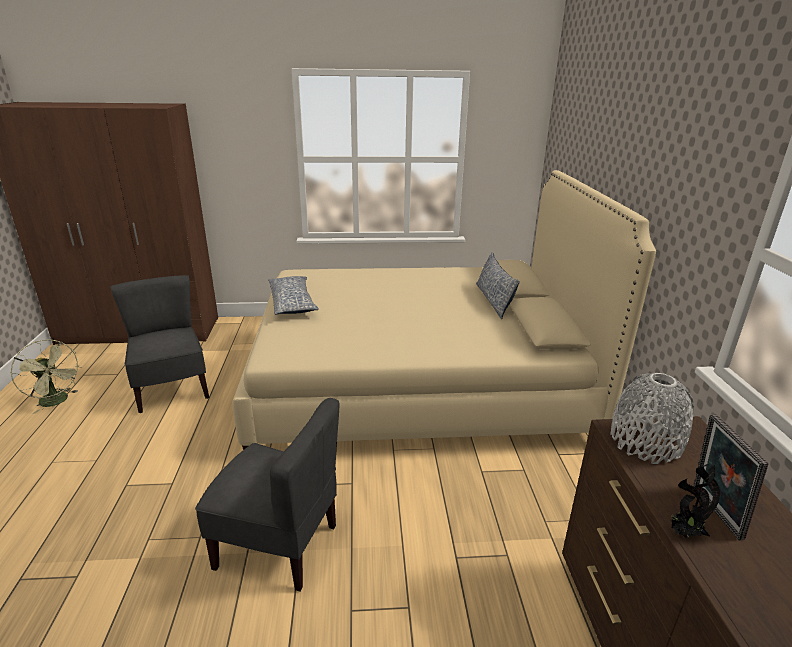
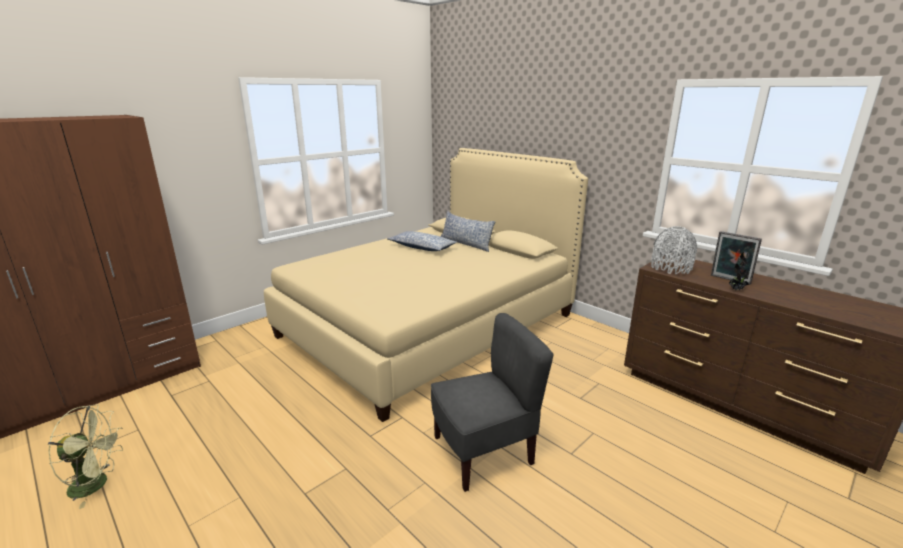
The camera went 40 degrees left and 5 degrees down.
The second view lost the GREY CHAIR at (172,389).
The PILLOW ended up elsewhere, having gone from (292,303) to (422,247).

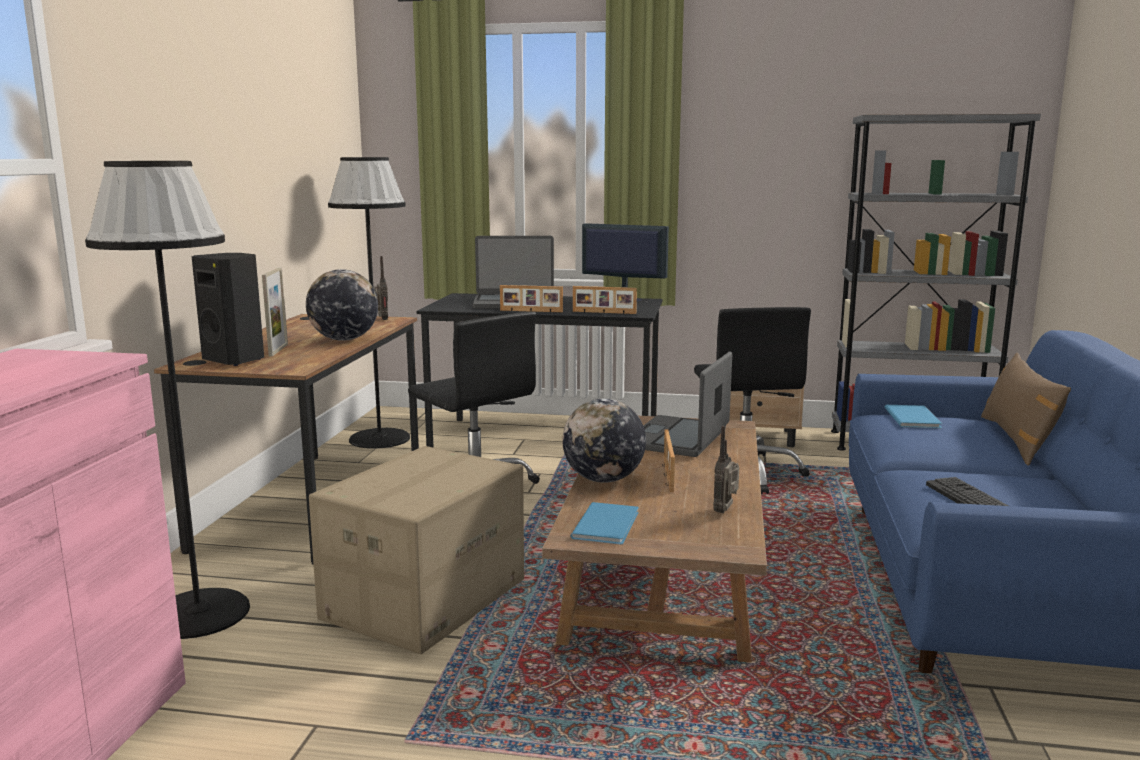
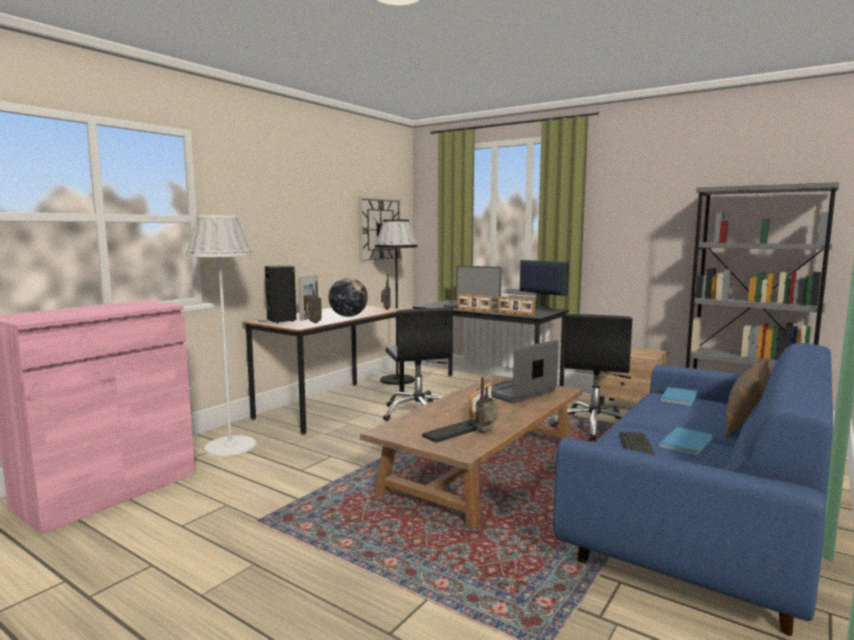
The camera went 25 degrees right and 5 degrees down.
The second view lost the CARDBOARD BOX at (424,598).
The second view lost the GLOBE at (603,480).
The second view gained the RADIO at (313,322).
The second view gained the WALL CLOCK at (379,230).
The second view gained the KEYBOARD at (454,431).
The BLUE BOOK ended up elsewhere, having gone from (608,524) to (688,442).
What was the BLACK FLOOR LAMP at (198,613) turned into the WHITE FLOOR LAMP at (230,446).

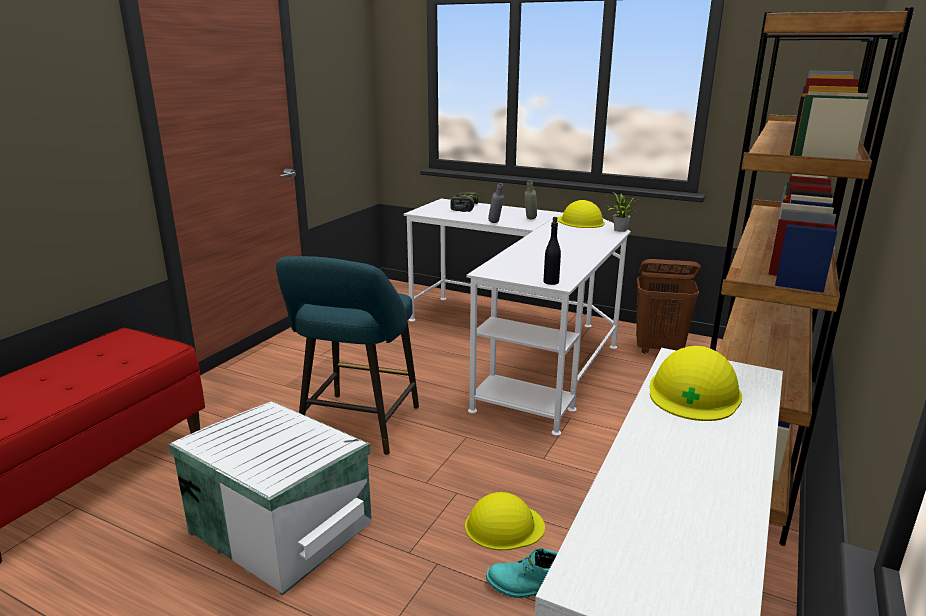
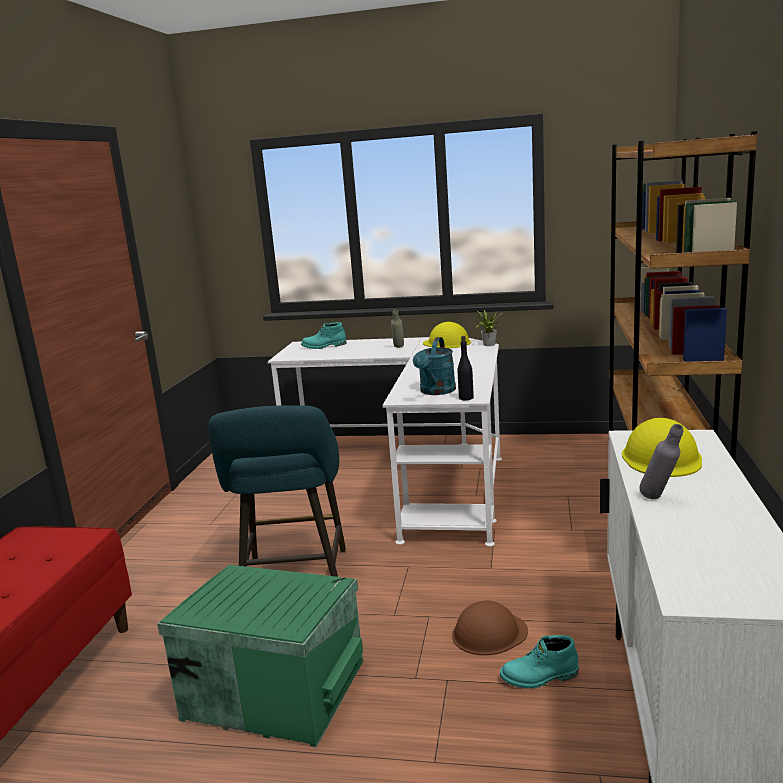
The camera went 15 degrees left and 5 degrees down.
The second view lost the BROWN LAUNDRY BASKET at (659,349).
The second view gained the TURQUOISE WATERING CAN at (436,392).
The GREY BOTTLE ended up elsewhere, having gone from (495,223) to (659,499).
Where the POWER DRILL stood at (464,207), the TURQUOISE BOOT came to stand at (324,346).
What was the WHITE STORAGE BOX at (282,525) turned into the GREEN STORAGE BOX at (274,688).
What was the YELLOW HARD HAT at (504,526) turned into the BROWN HARD HAT at (489,633).

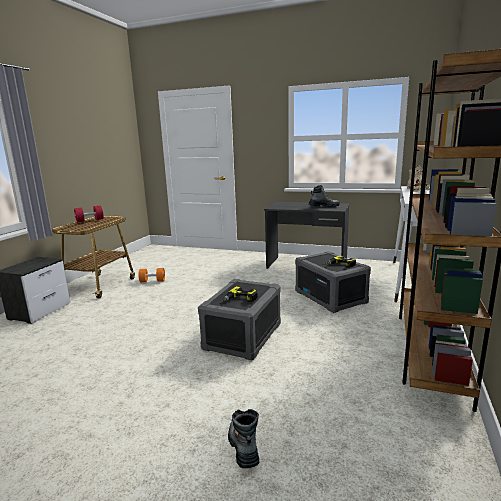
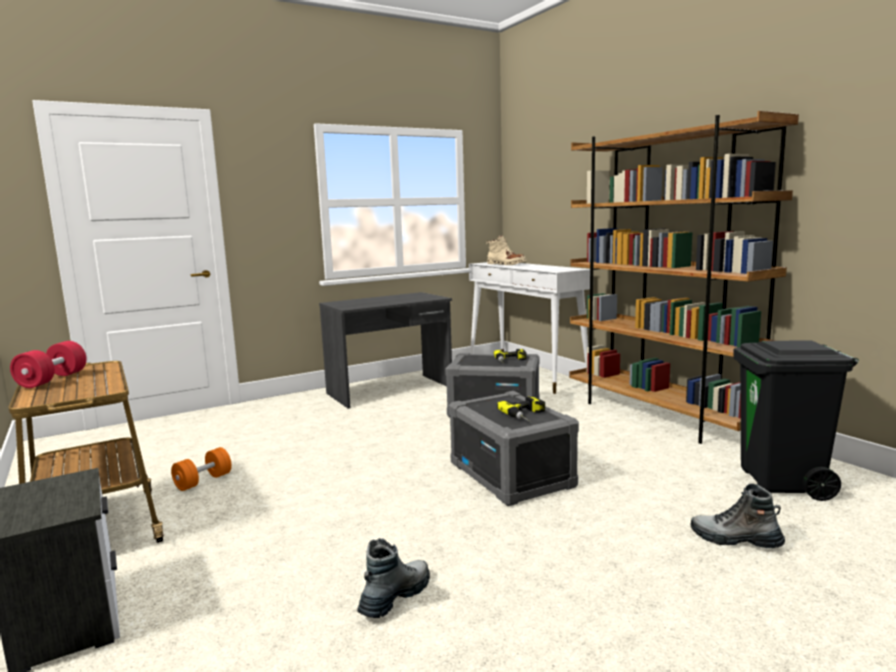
The camera went 50 degrees left and 5 degrees down.
The second view gained the BLACK TRASH CAN at (782,482).
The BOOT ended up elsewhere, having gone from (323,207) to (395,597).

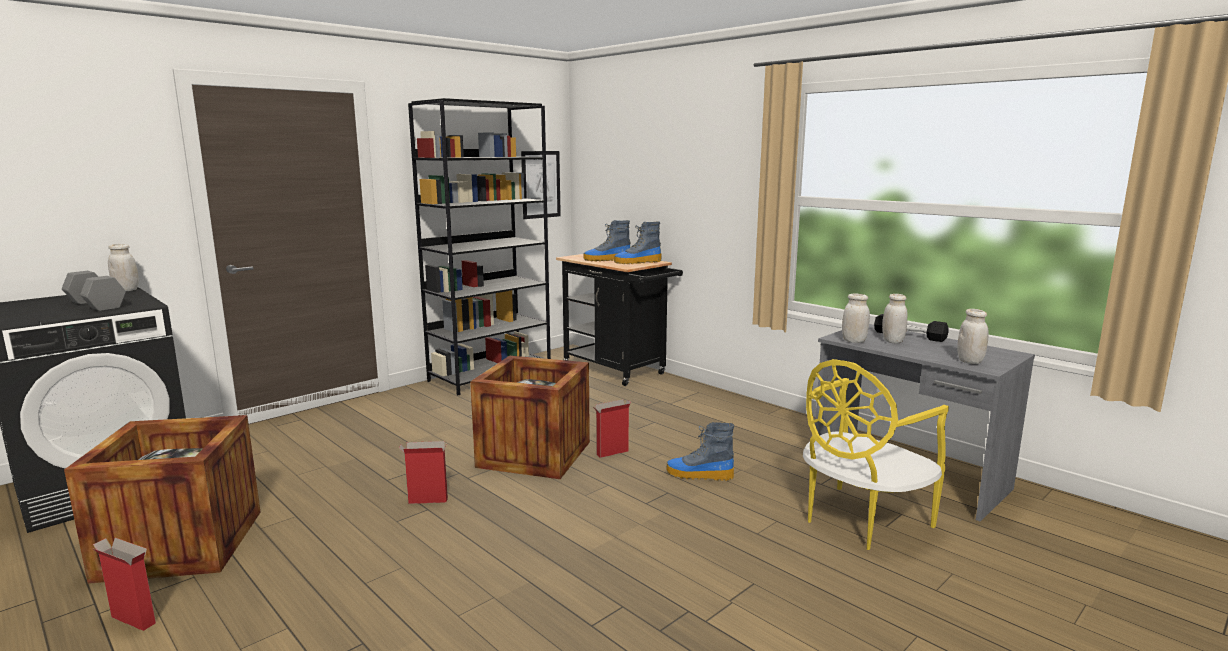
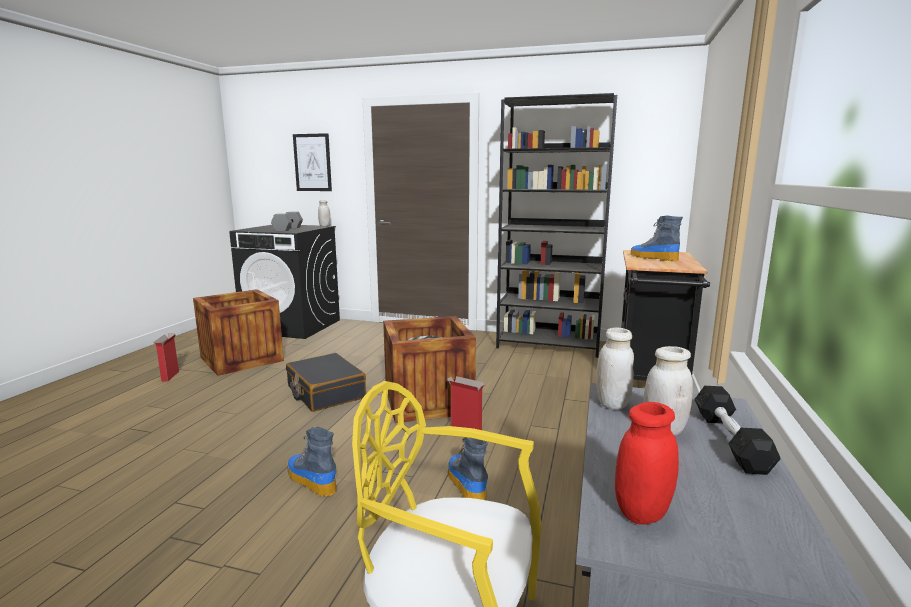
The camera went 60 degrees right and 0 degrees up.
The PICTURE ended up elsewhere, having gone from (541,184) to (312,162).
The BOOT ended up elsewhere, having gone from (637,262) to (310,480).
Where the CARDBOARD BOX stood at (427,500), the BLACK SUITCASE came to stand at (325,392).
What was the WHITE JAR at (970,361) turned into the RED JAR at (642,512).

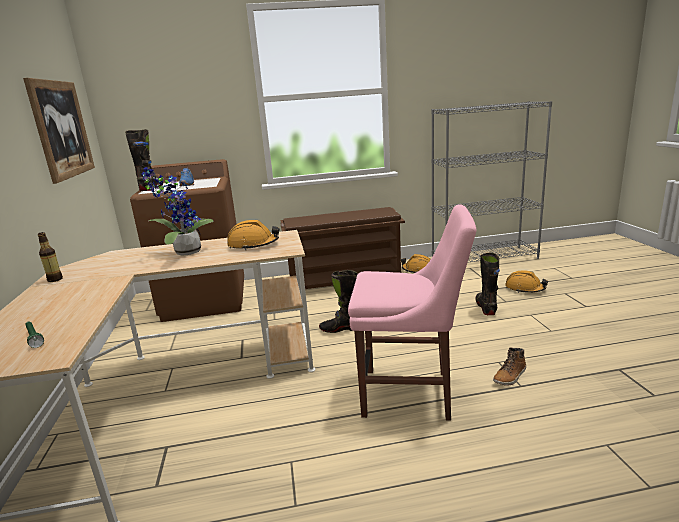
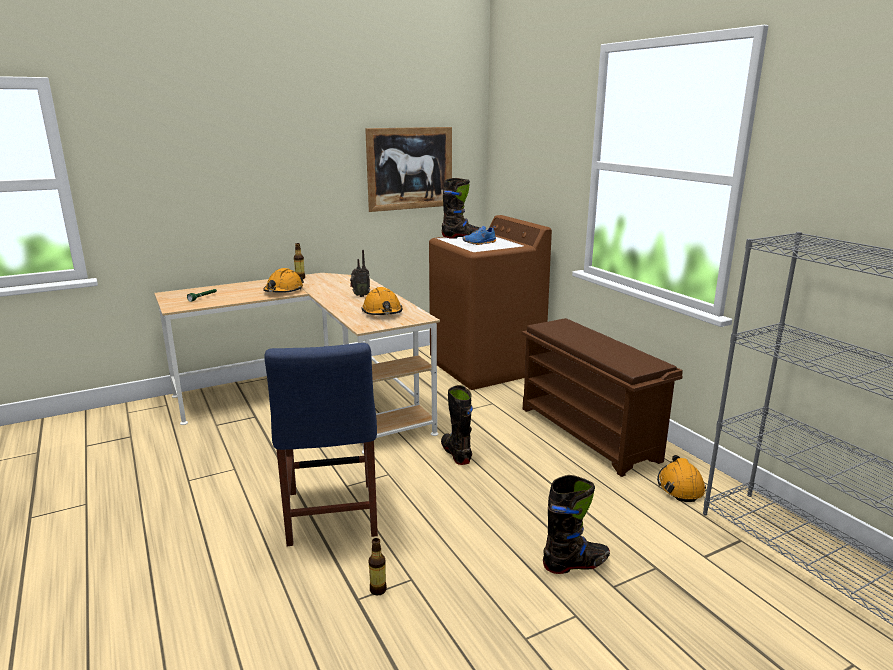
The camera went 70 degrees right and 0 degrees up.
The ORANGE HARD HAT ended up elsewhere, having gone from (525,289) to (283,291).
Where the POTTED PLANT stood at (184,252), the RADIO came to stand at (360,295).
Where the BOOT stood at (510,376), the BOTTLE came to stand at (378,590).
What was the PINK CHAIR at (412,394) turned into the BLUE CHAIR at (331,517).

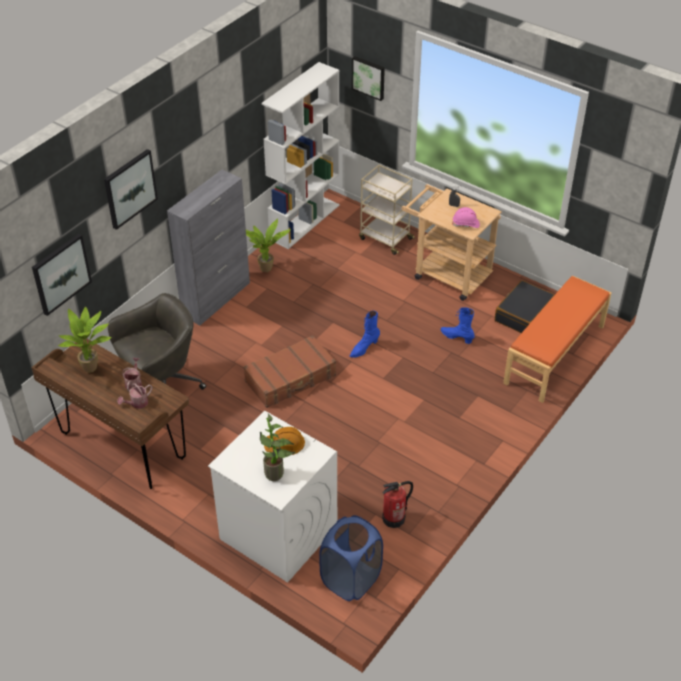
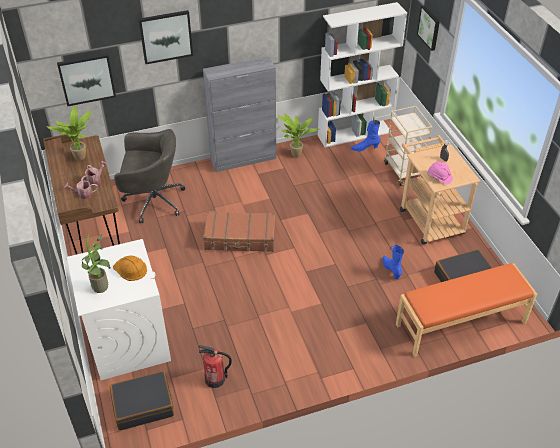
The camera went 35 degrees right and 0 degrees up.
The BLUE BOOT ended up elsewhere, having gone from (364,348) to (365,148).
Where the BLUE LAUNDRY BASKET stood at (351,579), the BLACK SUITCASE came to stand at (143,405).

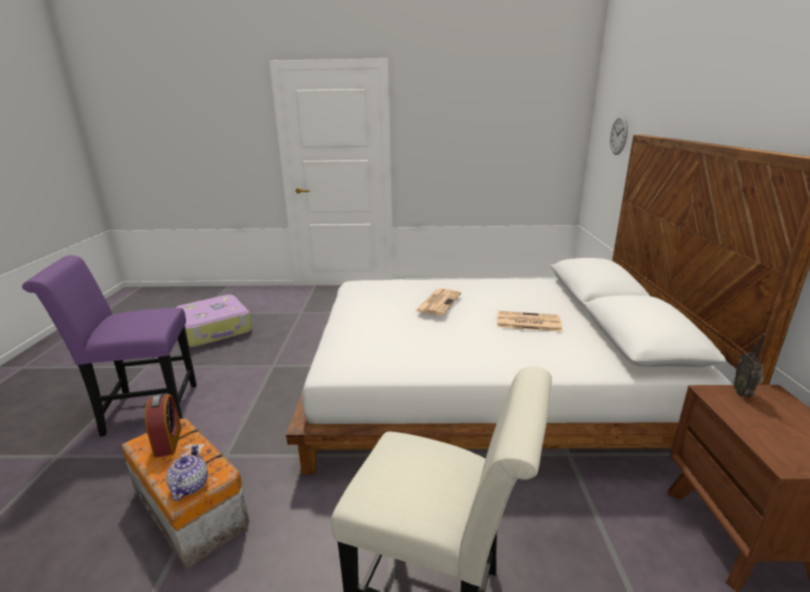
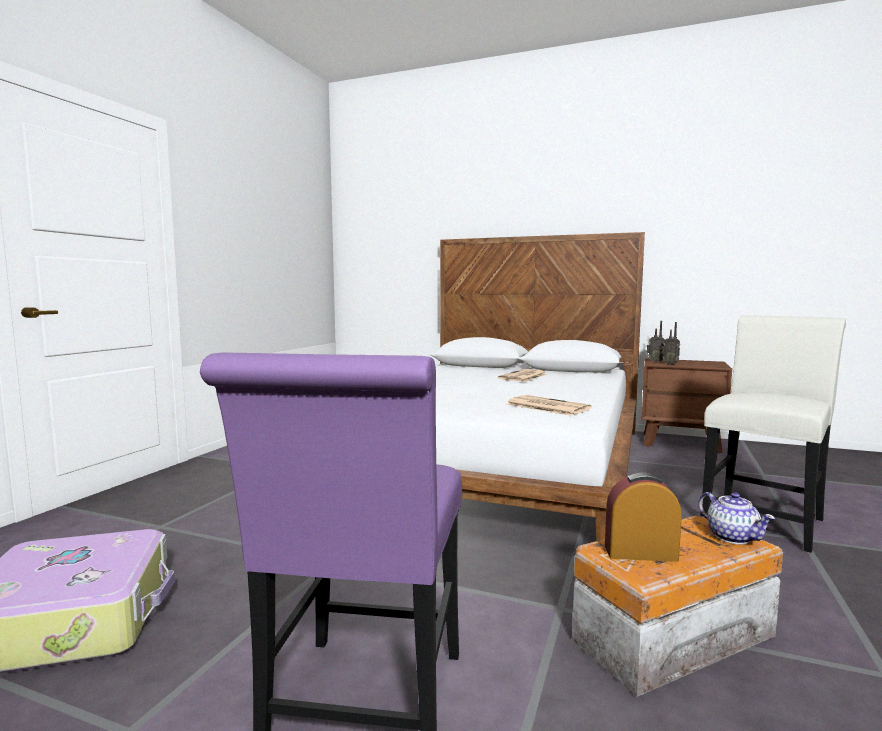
The camera went 70 degrees left and 15 degrees down.
The second view lost the WALL CLOCK at (619,135).
The second view gained the RADIO at (670,364).
The NEWSPAPER ended up elsewhere, having gone from (438,302) to (546,406).
The TEAPOT at (189,486) ended up facing another way, 135 degrees counterclockwise from before.

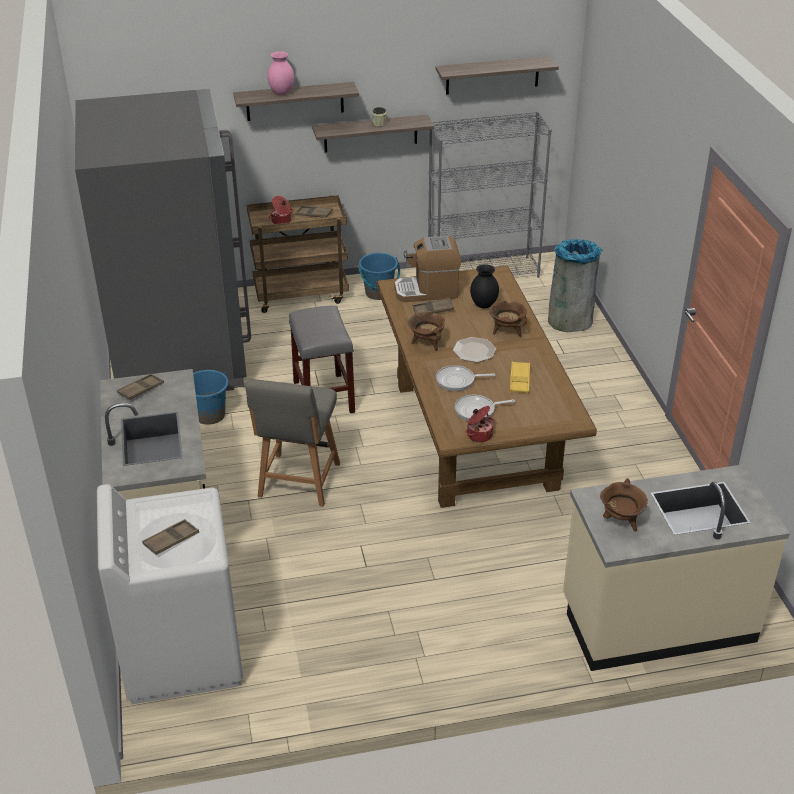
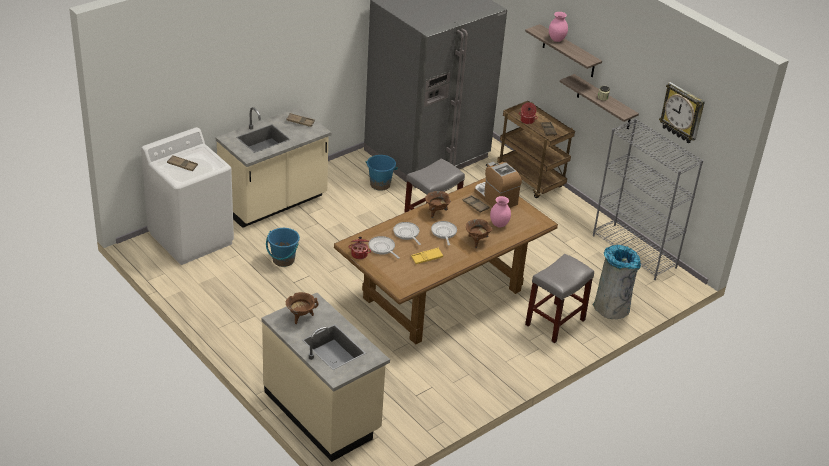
The camera went 60 degrees right and 0 degrees up.
The second view lost the GREY CHAIR at (298,482).
The second view gained the GREY STOOL at (555,323).
The BLUE BUCKET ended up elsewhere, having gone from (378,293) to (283,260).
Where the SHELF hung at (492,75), the WALL CLOCK came to hang at (682,113).
Where the PLATE stood at (474,351), the FRYING PAN came to stand at (444,233).
What was the BLACK VASE at (483,305) turned into the PINK VASE at (499,224).

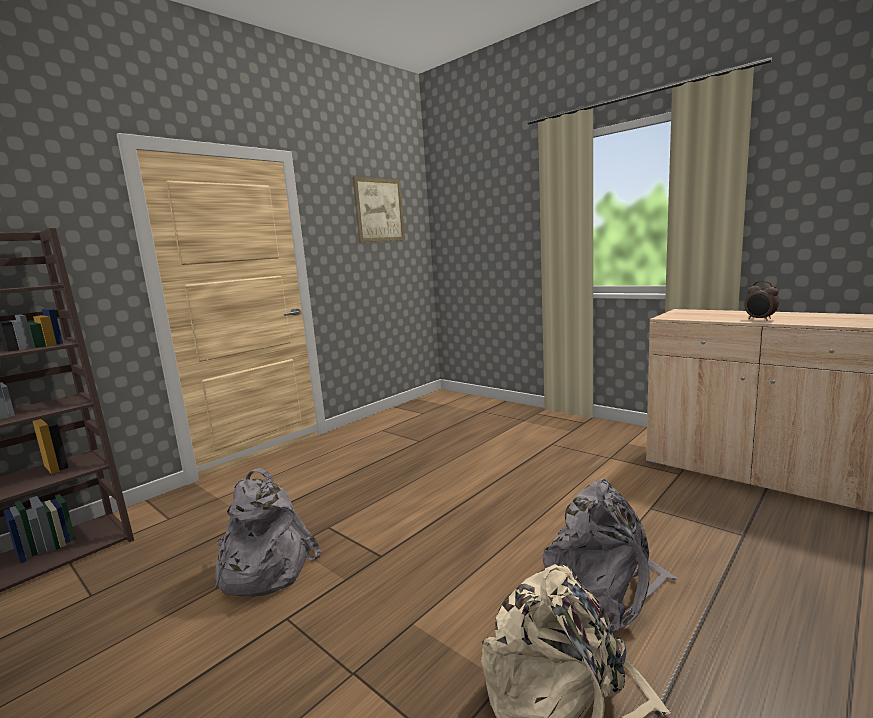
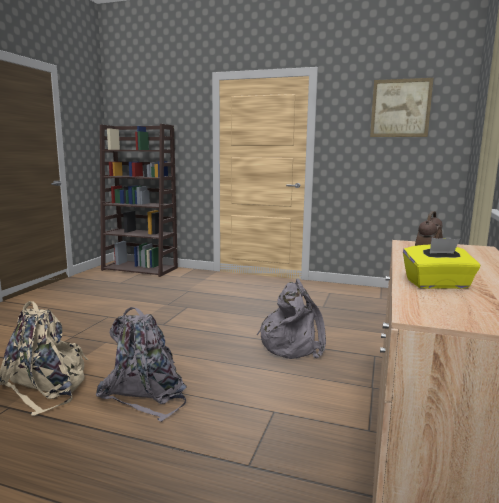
The camera went 65 degrees right and 0 degrees up.
The second view gained the YELLOW TISSUE BOX at (437,284).
The GREY BACKPACK ended up elsewhere, having gone from (263,568) to (292,345).

